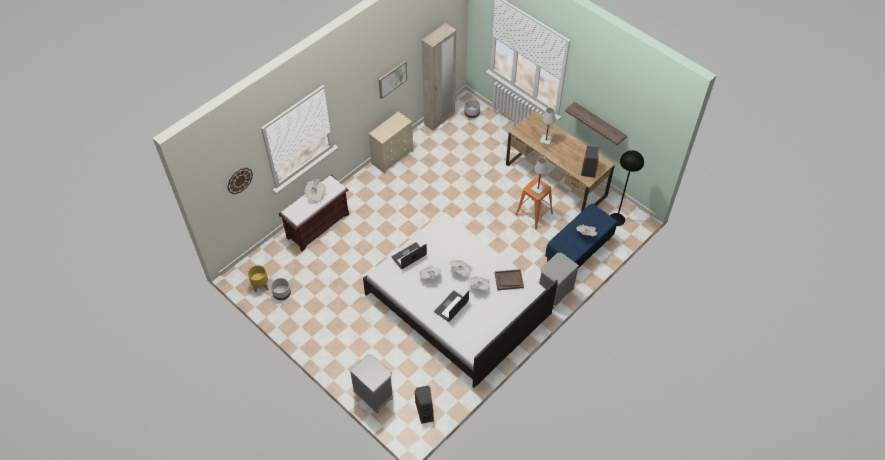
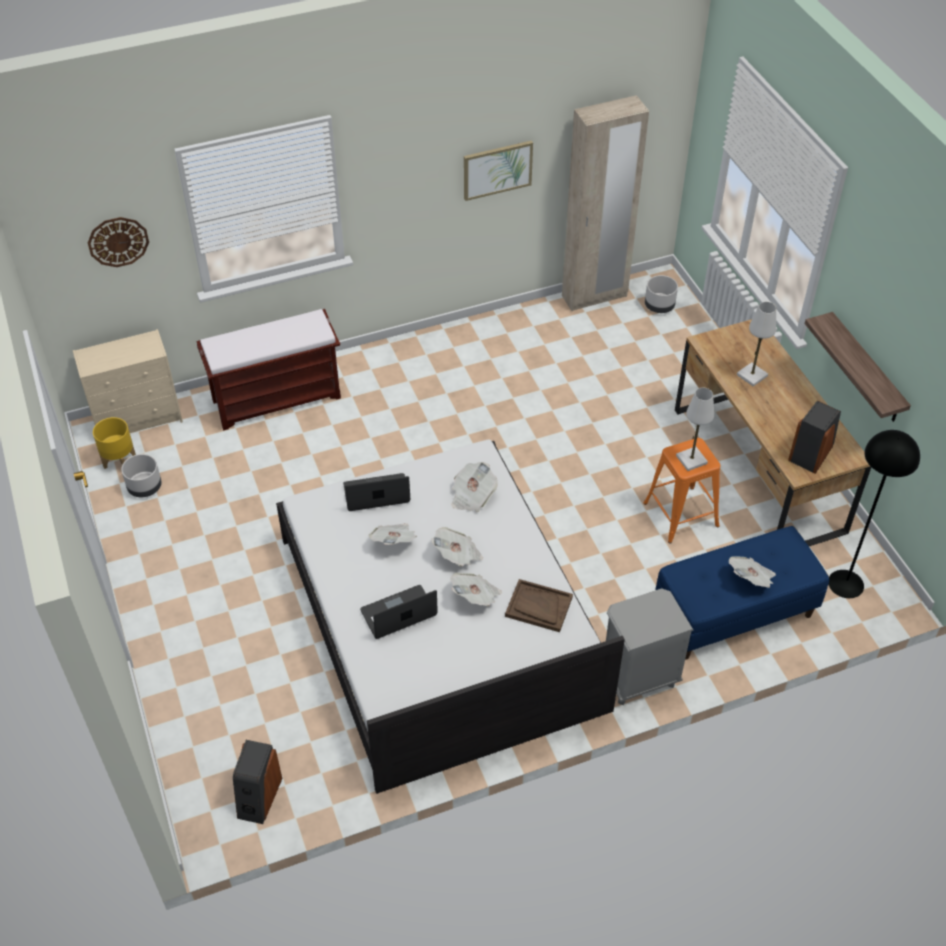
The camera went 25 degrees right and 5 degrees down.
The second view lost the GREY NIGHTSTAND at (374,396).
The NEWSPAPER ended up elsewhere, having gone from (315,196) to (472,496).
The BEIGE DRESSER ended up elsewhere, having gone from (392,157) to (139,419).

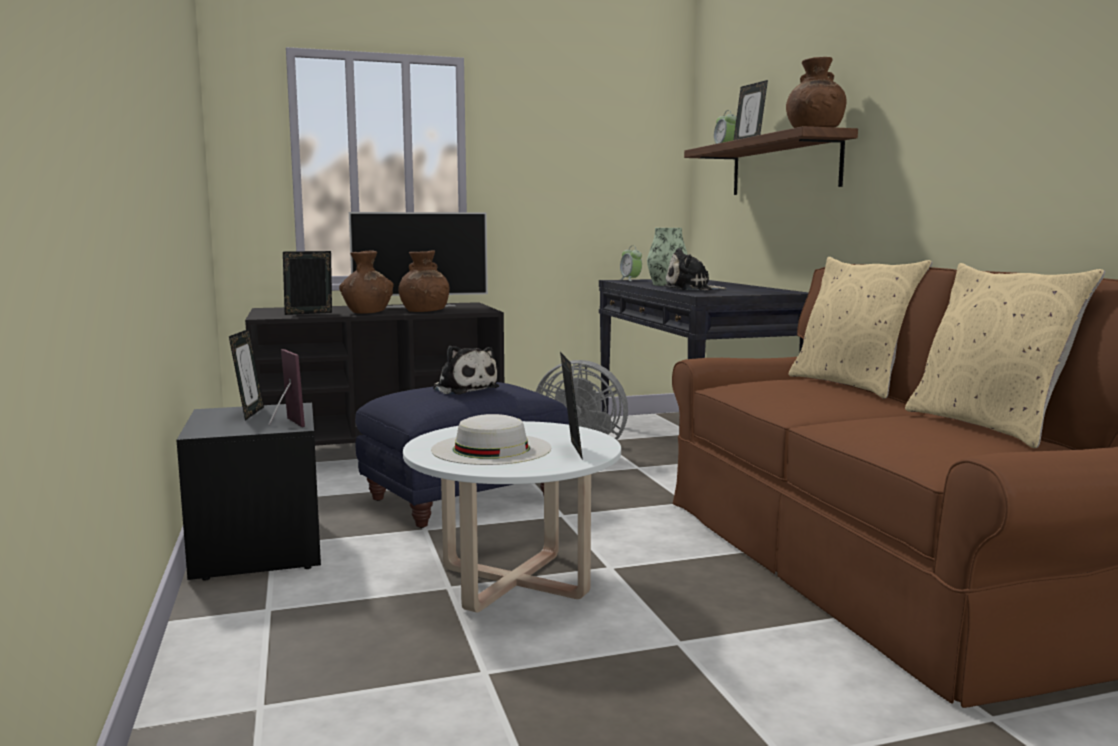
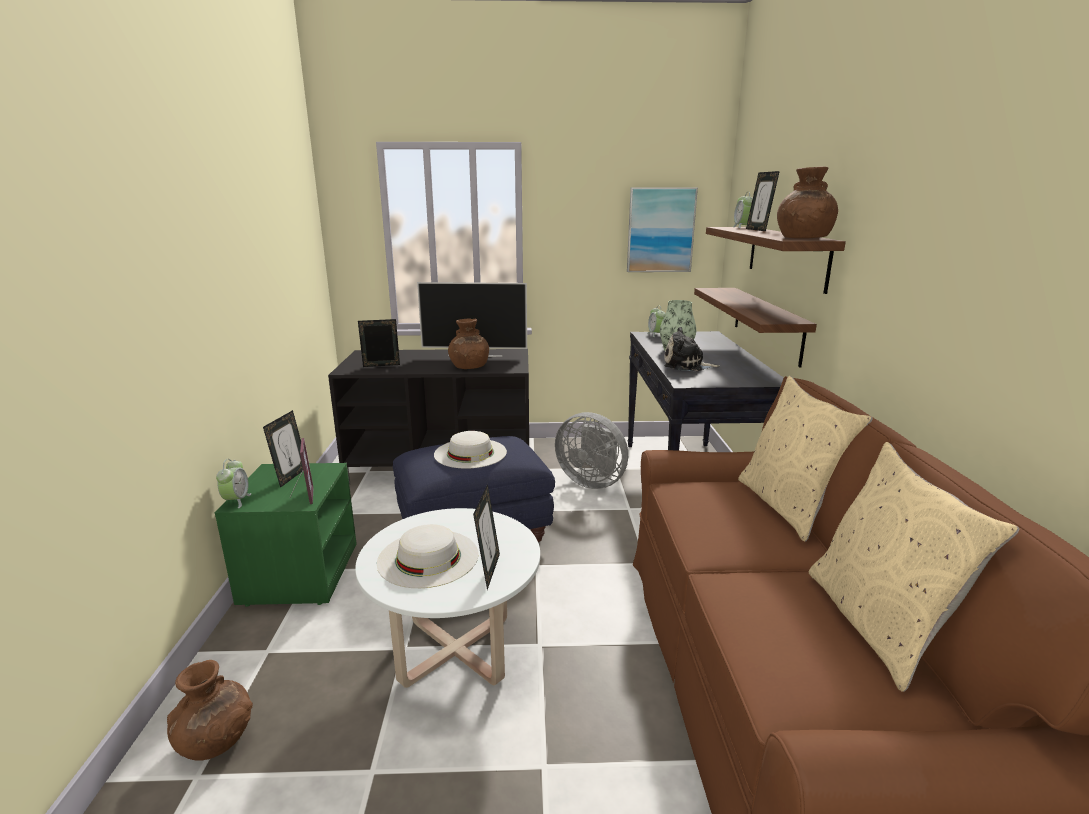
The camera went 15 degrees right and 10 degrees up.
The second view gained the ALARM CLOCK at (236,501).
The second view gained the PICTURE at (660,230).
The second view gained the SHELF at (767,323).
The BROWN VASE ended up elsewhere, having gone from (367,312) to (216,741).
Where the PLUSH TOY stood at (464,389), the WHITE HAT came to stand at (470,453).
What was the BLACK NIGHTSTAND at (257,548) turned into the GREEN NIGHTSTAND at (299,573).

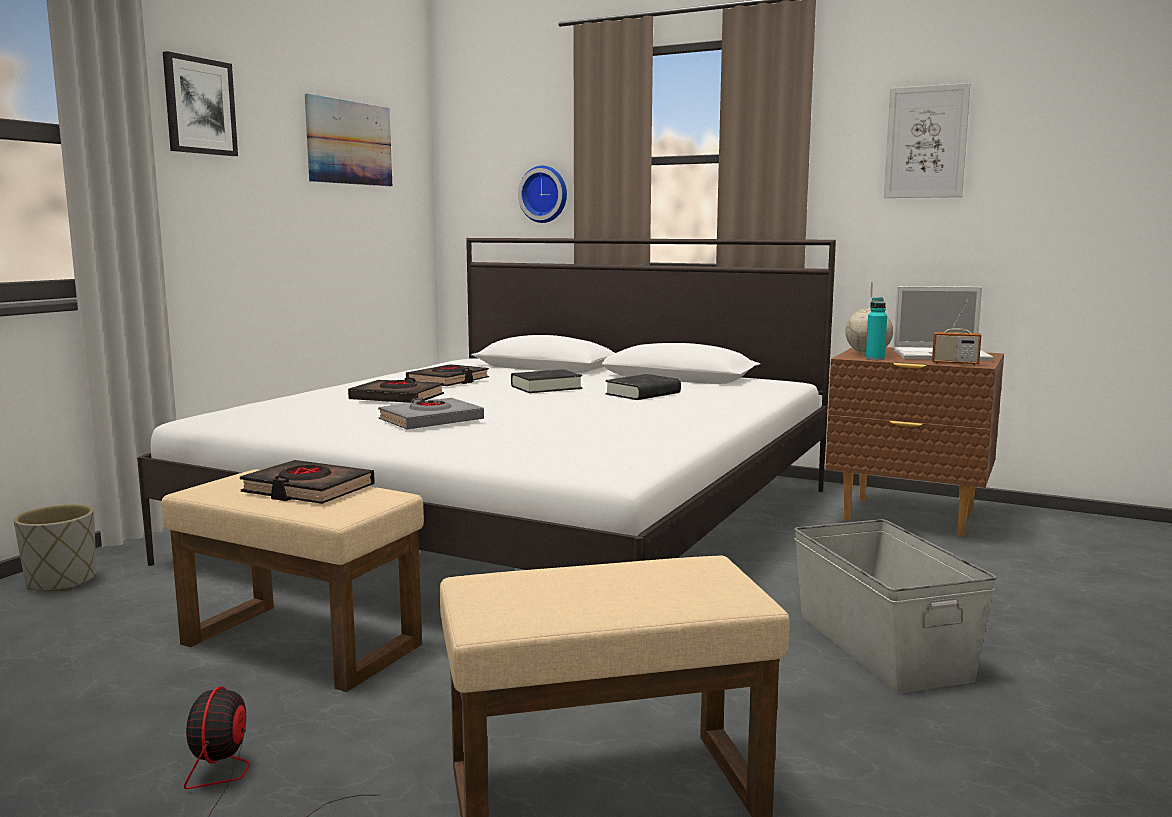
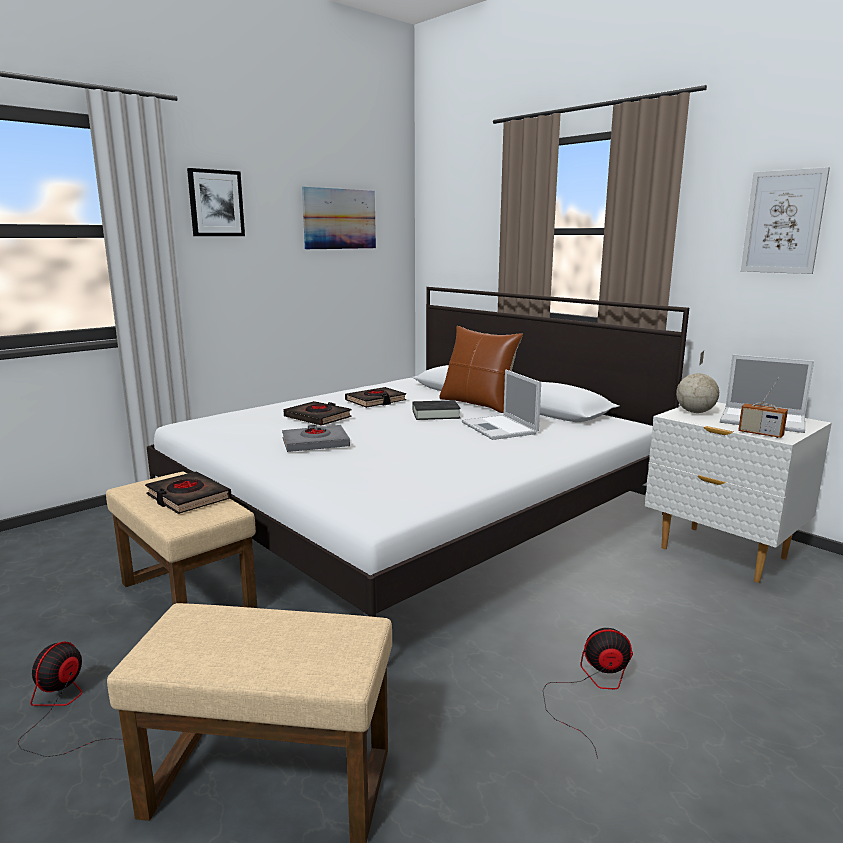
The camera went 20 degrees right and 5 degrees up.
The second view lost the GREY PLANTER at (61,582).
The second view lost the WALL CLOCK at (544,194).
The second view lost the TURQUOISE BOTTLE at (875,359).
The second view gained the BROWN PILLOW at (477,404).
Where the BLACK BOOK stood at (643,394), the LAPTOP came to stand at (500,428).
Where the GREY STORAGE BOX stood at (882,645), the FAN came to stand at (591,689).
What was the BROWN NIGHTSTAND at (908,517) turned into the WHITE NIGHTSTAND at (722,553).

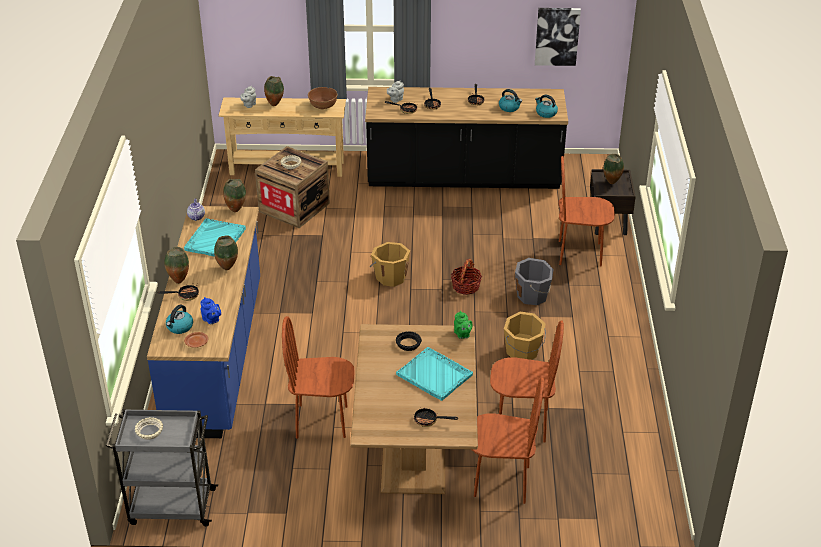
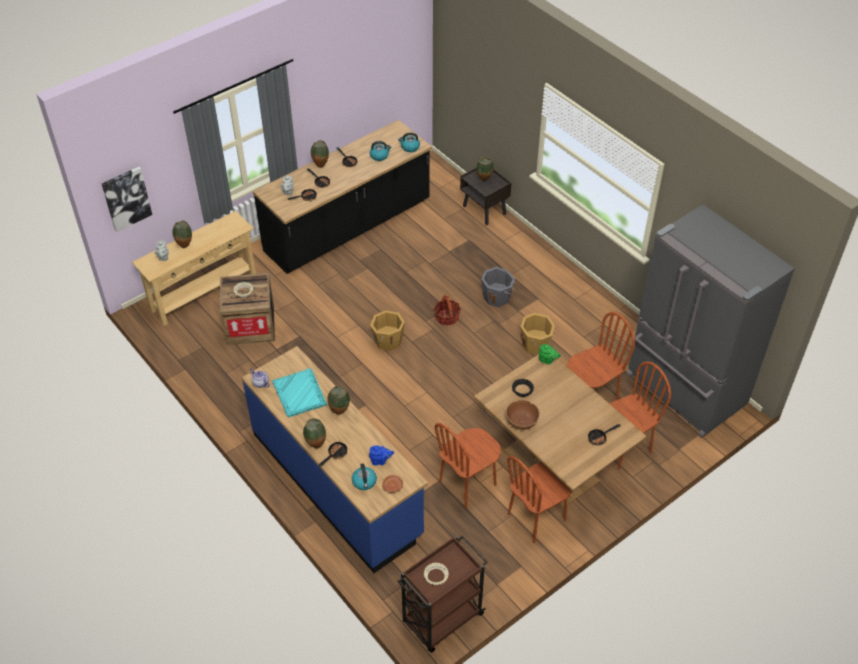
The camera went 40 degrees left and 10 degrees up.
The second view lost the TURQUOISE TRAY at (435,375).
The second view gained the GREY FRIDGE at (684,391).
The VASE ended up elsewhere, having gone from (236,210) to (320,165).
The BROWN BOWL ended up elsewhere, having gone from (323,106) to (521,422).
The PICTURE ended up elsewhere, having gone from (557,36) to (126,198).
The BROWN CHAIR ended up elsewhere, having gone from (579,253) to (537,517).
What was the GREY CART at (170,506) turned into the BROWN CART at (441,619).

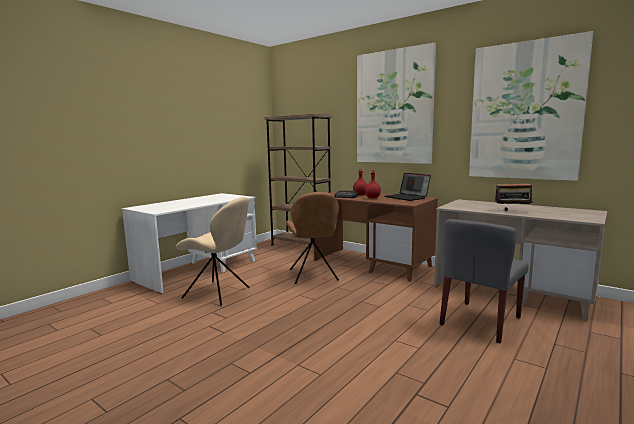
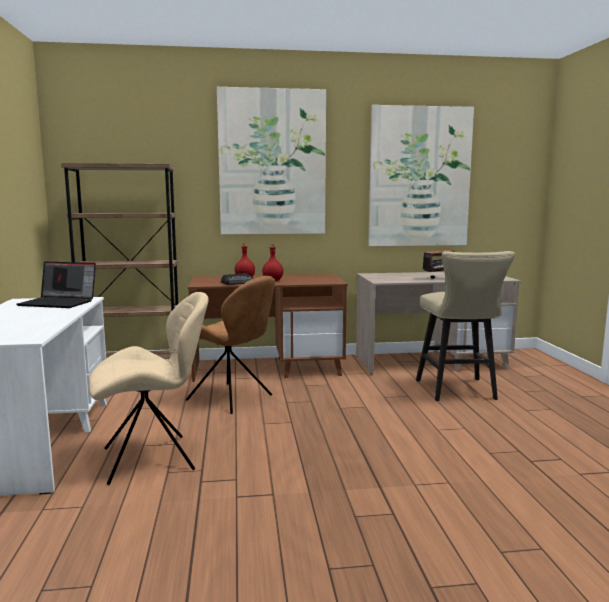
The camera went 45 degrees left and 0 degrees up.
The LAPTOP ended up elsewhere, having gone from (407,197) to (59,303).
Where the GREY CHAIR stood at (480,321), the BEIGE STOOL came to stand at (458,391).

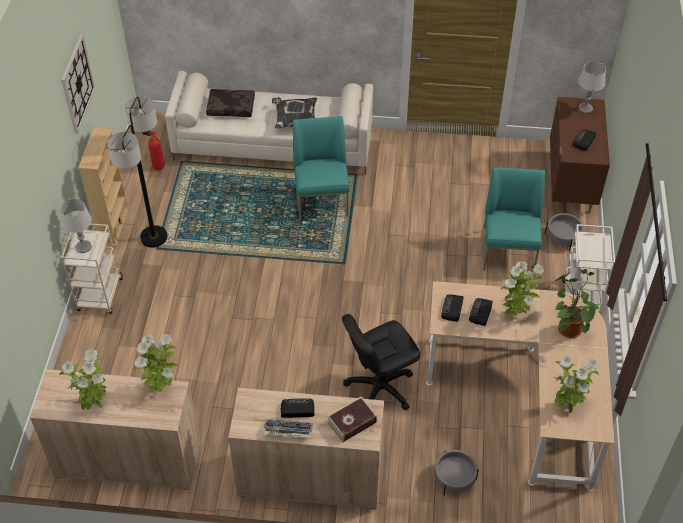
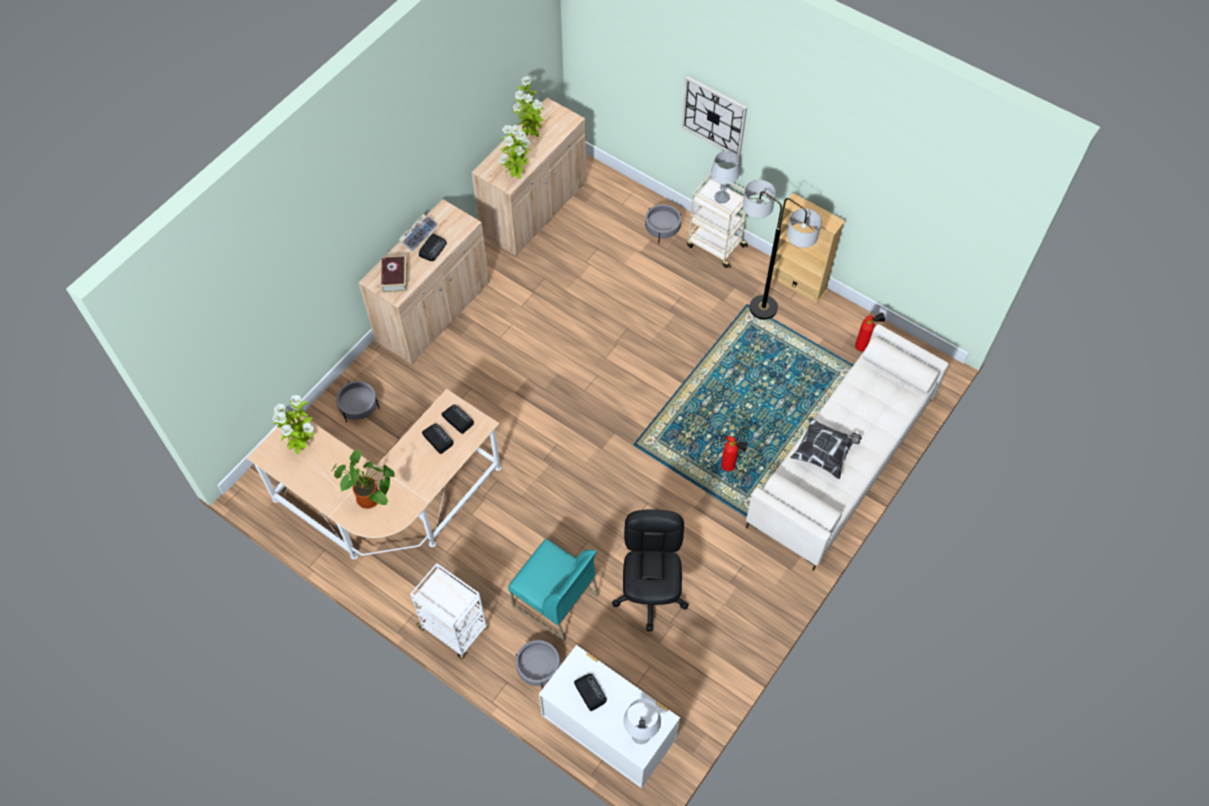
The camera went 120 degrees right and 10 degrees up.
The second view lost the BROWN PILLOW at (231,107).
The second view lost the POTTED PLANT at (515,314).
The second view gained the GREY PLANTER at (662,229).
The WALL CLOCK ended up elsewhere, having gone from (77,84) to (714,116).
The BLACK OFFICE CHAIR ended up elsewhere, having gone from (379,388) to (650,594).
Where the TURQUOISE CHAIR stood at (322,200), the FIRE EXTINGUISHER came to stand at (731,467).
What was the BROWN DRESSER at (570,184) turned into the WHITE DRESSER at (608,733).

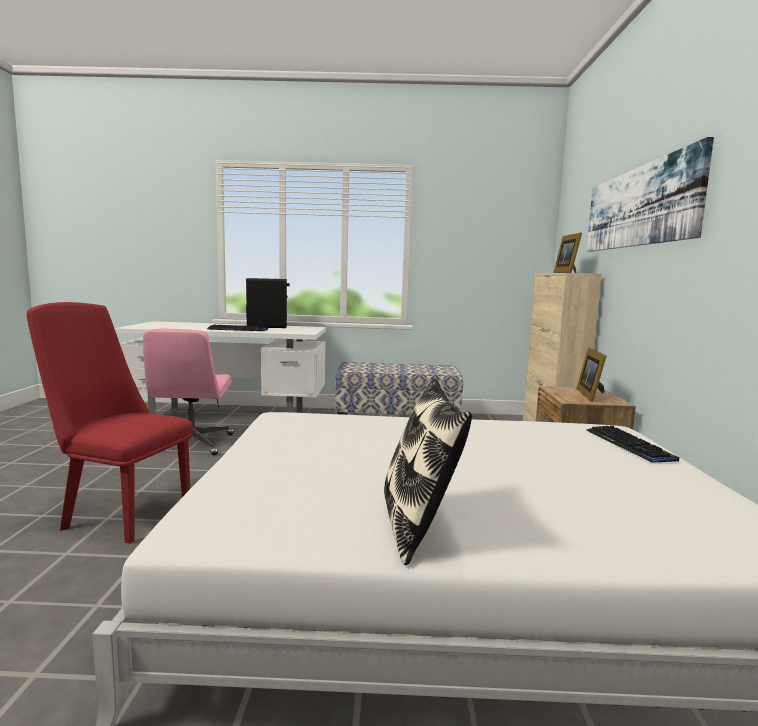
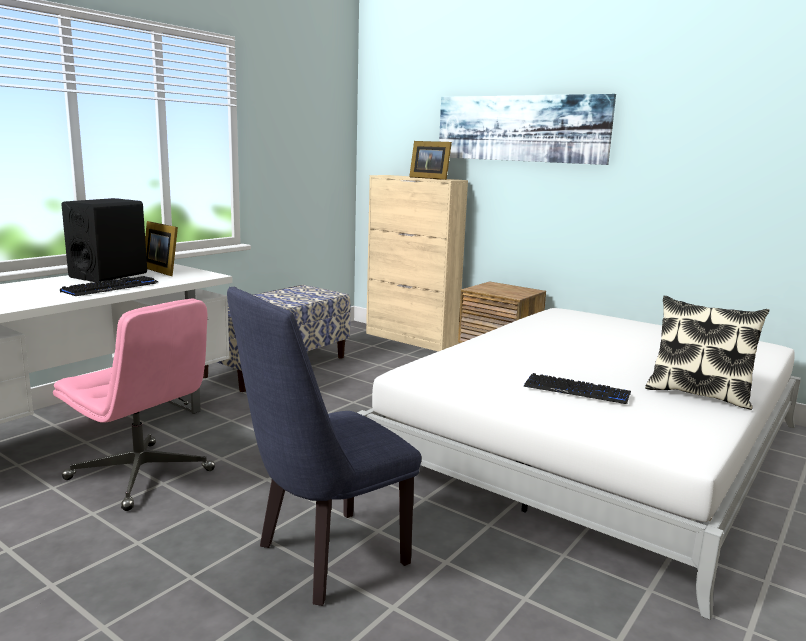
The camera went 55 degrees left and 5 degrees up.
The PICTURE FRAME ended up elsewhere, having gone from (591,395) to (163,270).
The KEYBOARD ended up elsewhere, having gone from (629,445) to (576,391).
What was the RED CHAIR at (120,514) turned into the BLUE CHAIR at (322,559).

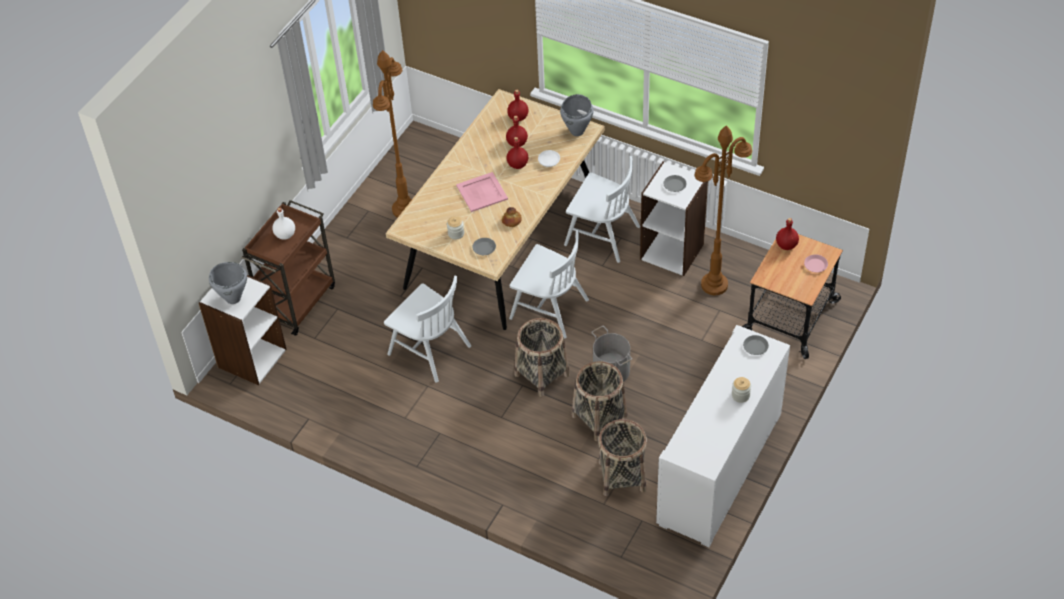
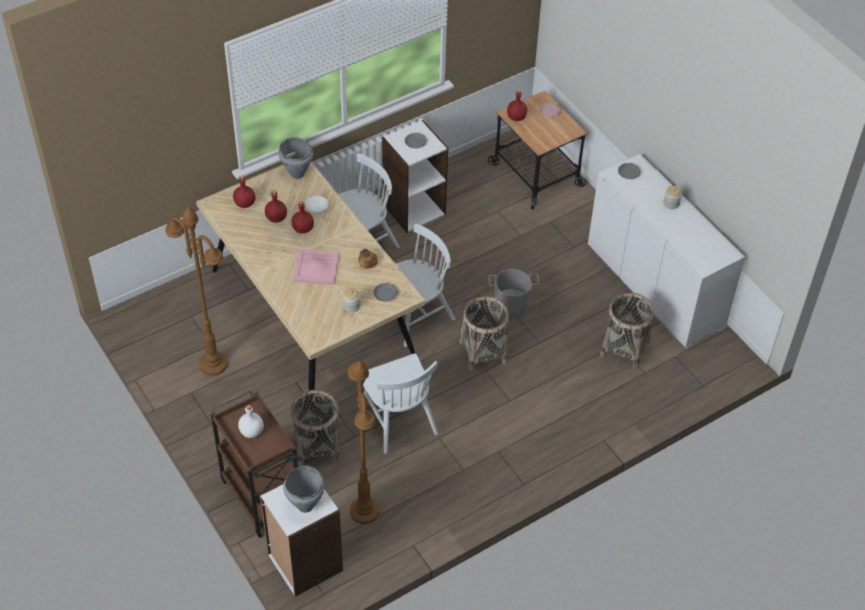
The camera went 65 degrees left and 0 degrees up.
The BASKET ended up elsewhere, having gone from (600,418) to (317,446).
The BROWN FLOOR LAMP ended up elsewhere, having gone from (714,284) to (364,510).
The WHITE CHAIR at (429,350) ended up facing another way, 90 degrees clockwise from before.

